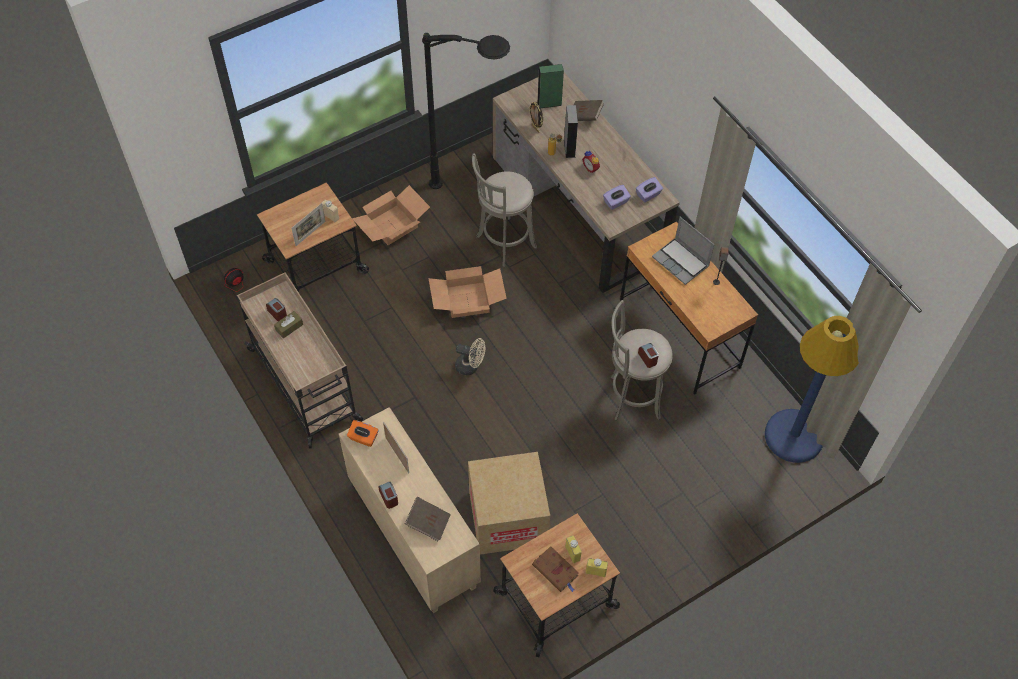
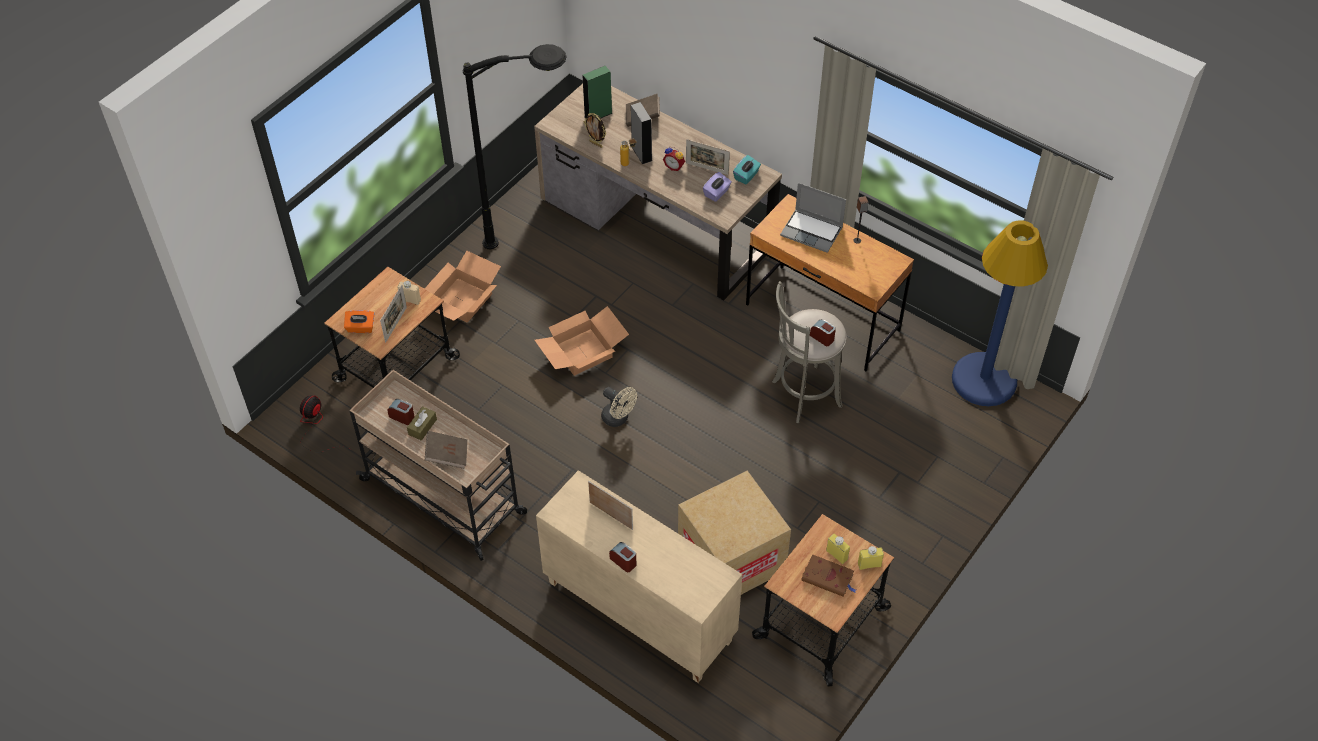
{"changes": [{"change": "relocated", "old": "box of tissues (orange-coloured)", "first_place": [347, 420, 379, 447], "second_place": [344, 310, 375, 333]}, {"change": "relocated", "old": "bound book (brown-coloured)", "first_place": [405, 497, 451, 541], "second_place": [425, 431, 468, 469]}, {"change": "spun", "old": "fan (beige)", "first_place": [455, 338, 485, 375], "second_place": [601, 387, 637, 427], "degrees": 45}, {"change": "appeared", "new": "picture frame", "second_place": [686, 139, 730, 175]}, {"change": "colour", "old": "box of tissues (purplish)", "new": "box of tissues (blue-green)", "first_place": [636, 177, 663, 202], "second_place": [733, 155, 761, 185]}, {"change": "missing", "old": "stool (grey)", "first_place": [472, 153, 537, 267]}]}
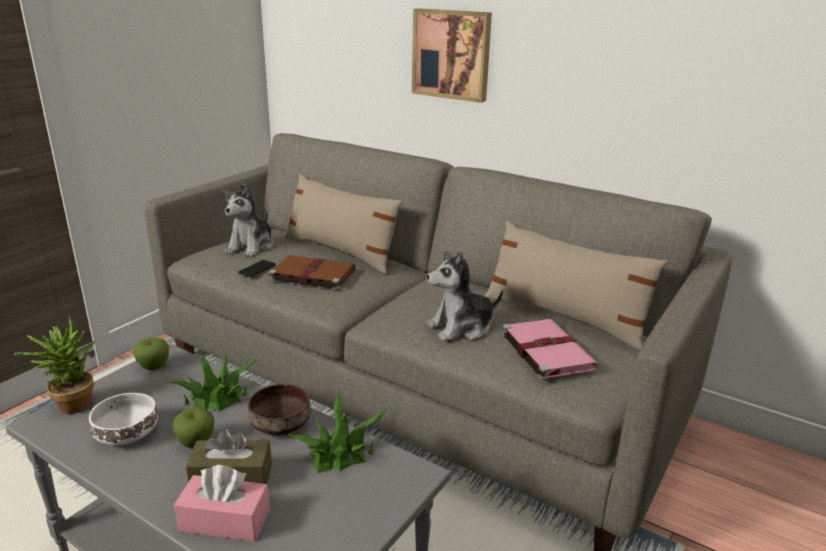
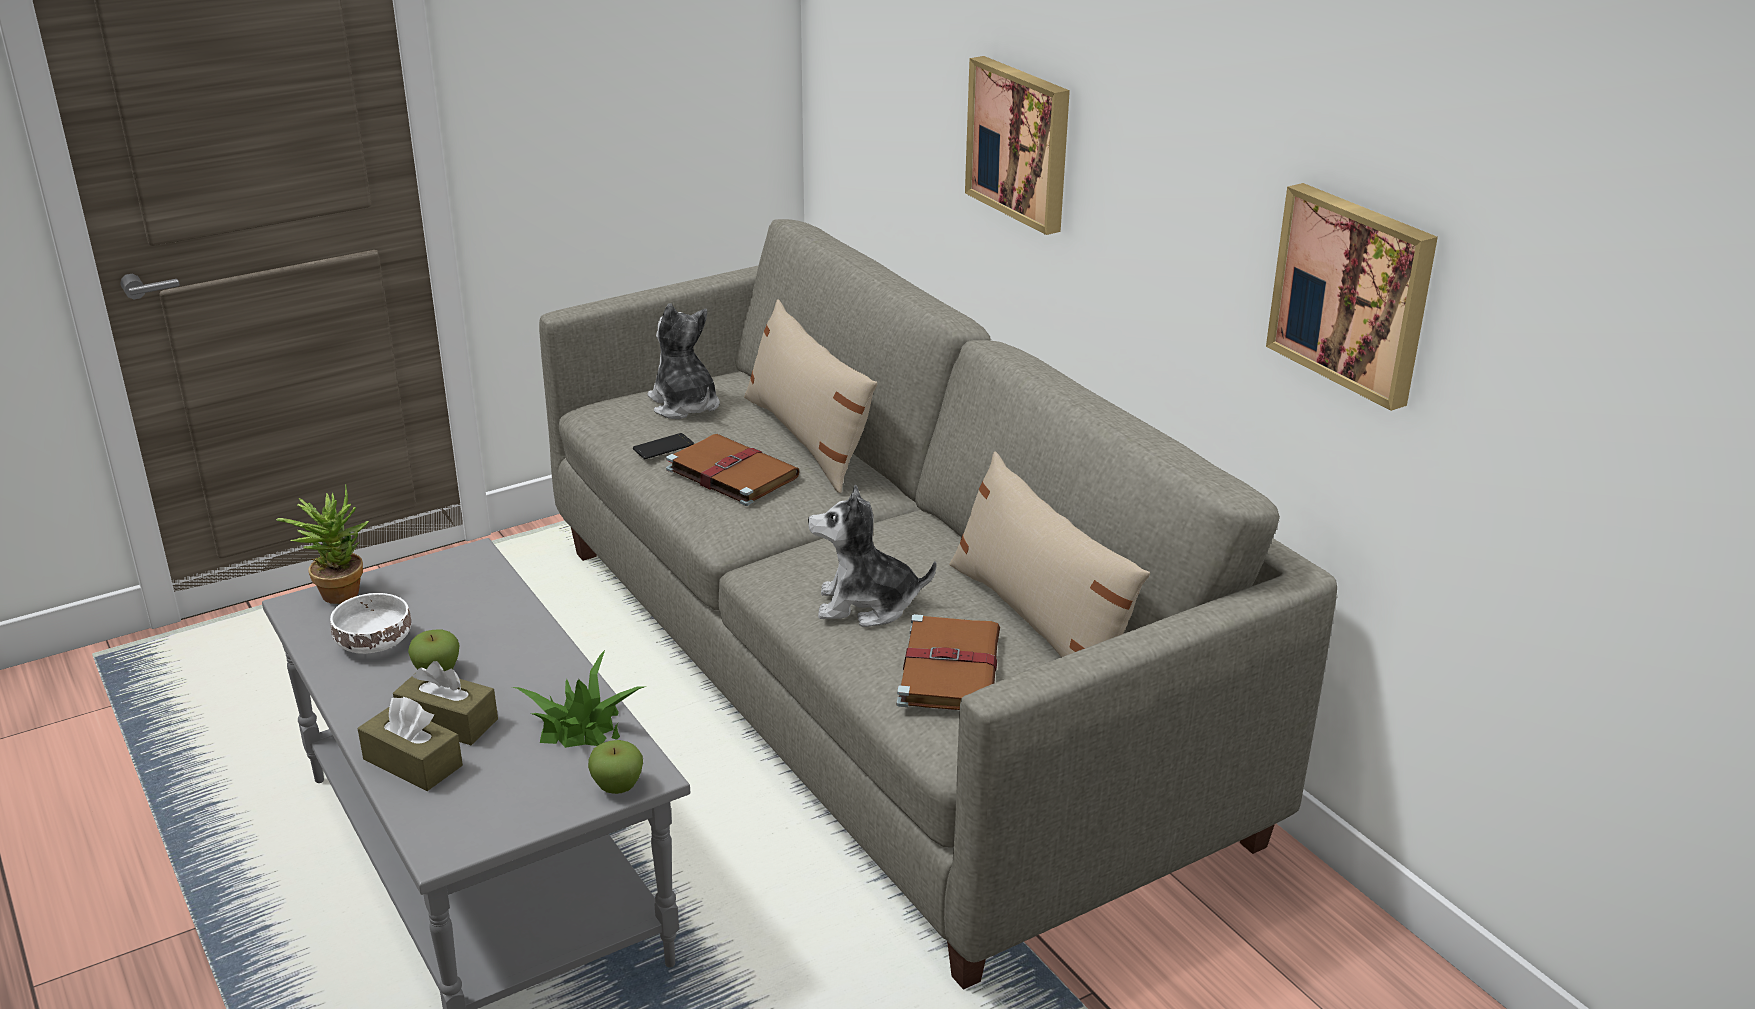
{"changes": [{"change": "colour", "old": "box of tissues (pink-coloured)", "new": "box of tissues (brown-coloured)", "first_place": [174, 465, 270, 541], "second_place": [358, 697, 463, 791]}, {"change": "relocated", "old": "whole apple", "first_place": [133, 338, 169, 371], "second_place": [588, 740, 643, 794]}, {"change": "spun", "old": "soft toy", "first_place": [223, 184, 274, 257], "second_place": [648, 303, 720, 419], "degrees": 105}, {"change": "colour", "old": "bound book (pink-coloured)", "new": "bound book (brown-coloured)", "first_place": [501, 319, 598, 381], "second_place": [897, 614, 1000, 710]}, {"change": "appeared", "new": "picture", "second_place": [1266, 183, 1438, 411]}, {"change": "missing", "old": "plant in a pot", "first_place": [165, 352, 258, 412]}, {"change": "missing", "old": "serving bowl (brown-coloured)", "first_place": [248, 384, 311, 435]}]}
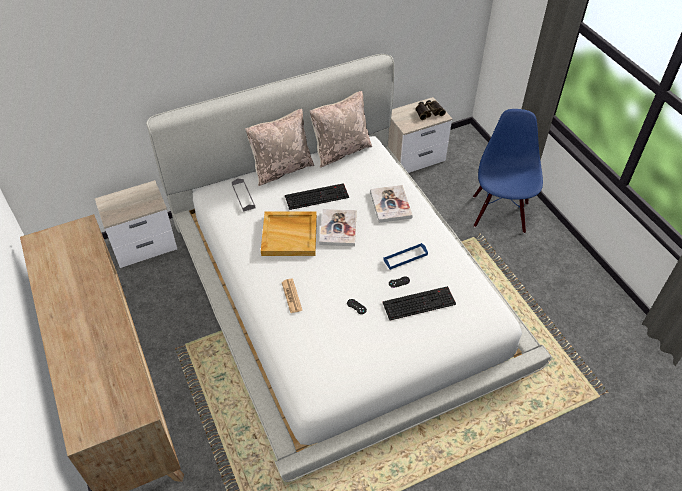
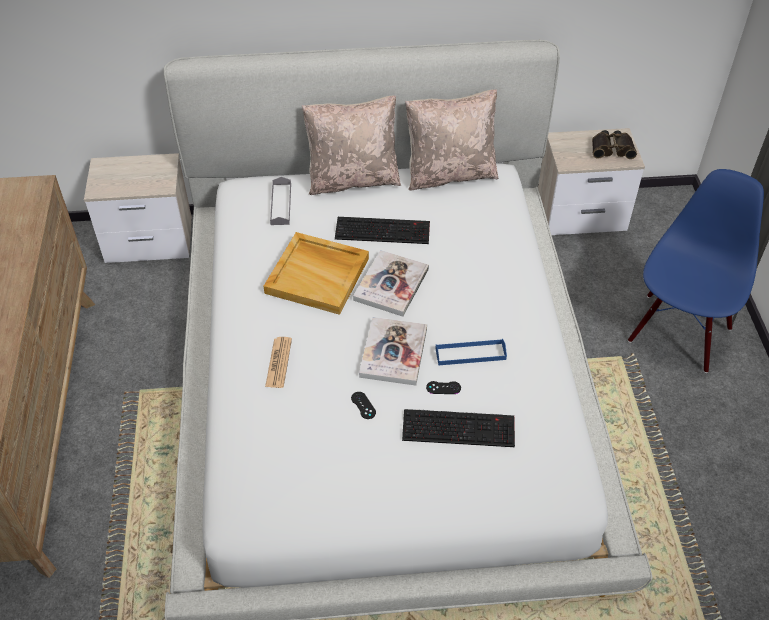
{"changes": [{"change": "relocated", "old": "bound book", "first_place": [370, 185, 413, 223], "second_place": [359, 317, 427, 386]}]}
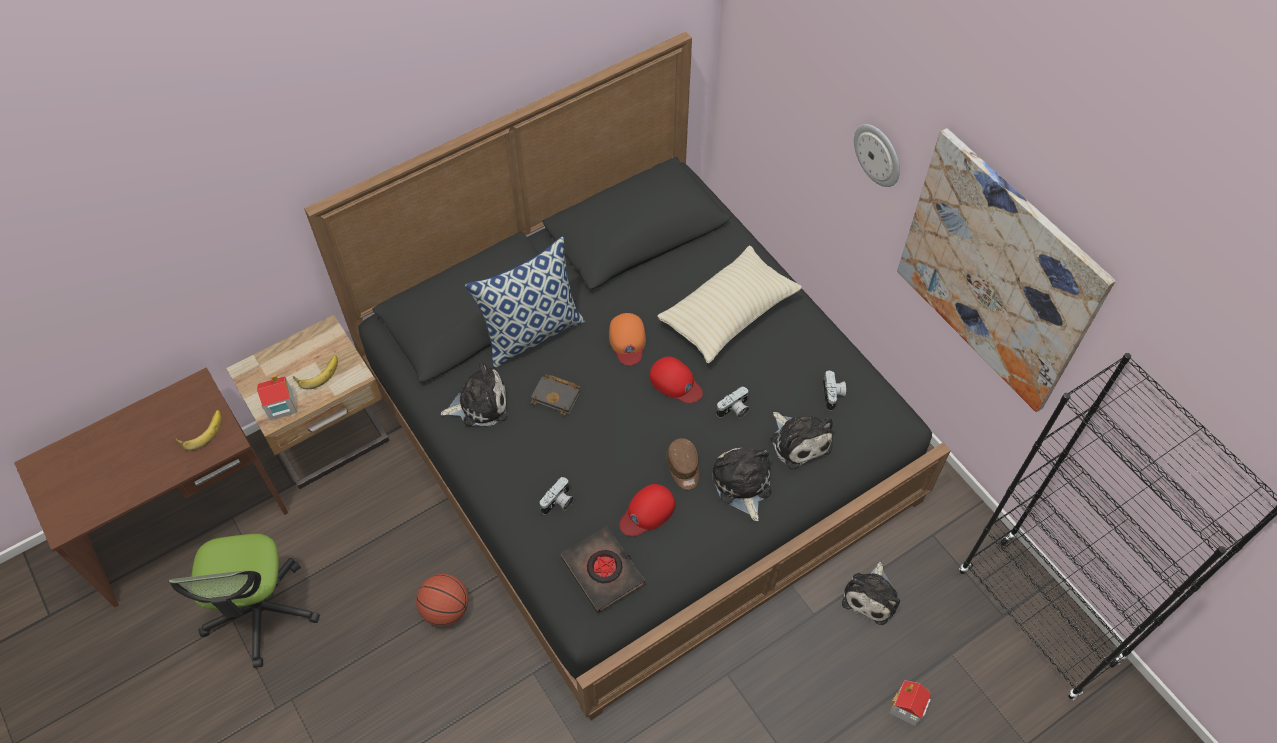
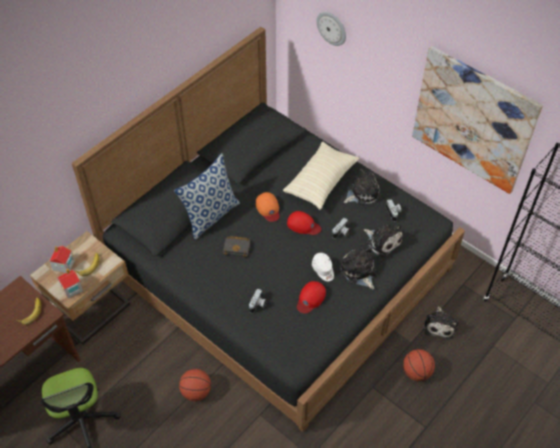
{"changes": [{"change": "relocated", "old": "miniature house", "first_place": [889, 680, 931, 726], "second_place": [49, 246, 75, 273]}, {"change": "colour", "old": "baseball cap (brown-coloured)", "new": "baseball cap (whitish)", "first_place": [666, 438, 699, 490], "second_place": [312, 253, 334, 281]}, {"change": "relocated", "old": "clock on the wall", "first_place": [854, 124, 900, 187], "second_place": [316, 12, 346, 46]}, {"change": "relocated", "old": "soft toy", "first_place": [441, 361, 507, 426], "second_place": [344, 168, 381, 205]}, {"change": "appeared", "new": "ball for basketball", "second_place": [403, 349, 435, 381]}, {"change": "missing", "old": "bound book (black-coloured)", "first_place": [561, 526, 645, 613]}]}
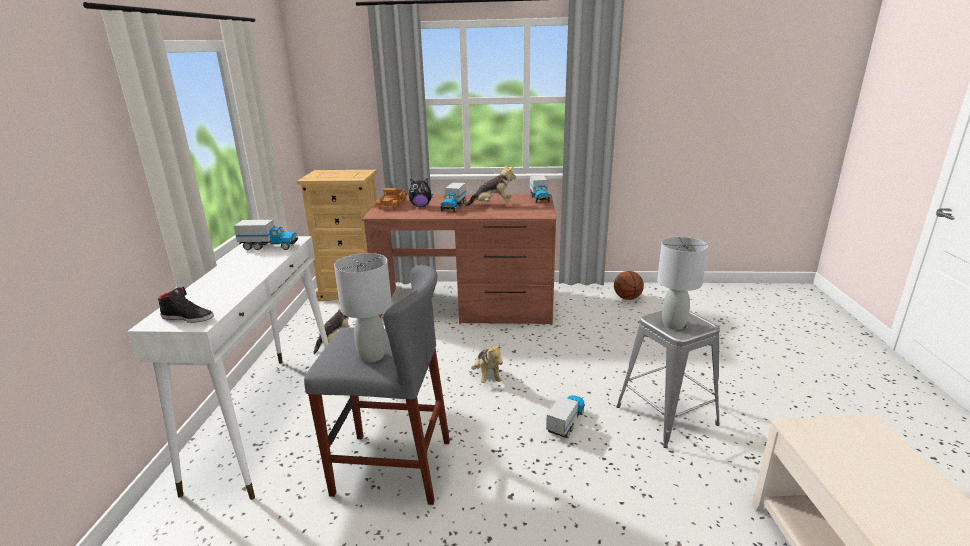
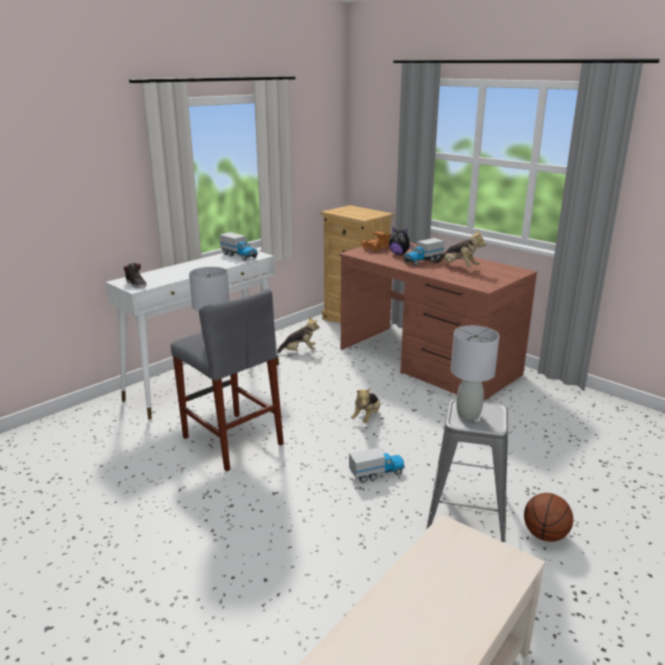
{"changes": [{"change": "relocated", "old": "ball for basketball", "first_place": [614, 271, 644, 300], "second_place": [524, 493, 573, 542]}, {"change": "missing", "old": "model truck", "first_place": [530, 175, 550, 203]}]}
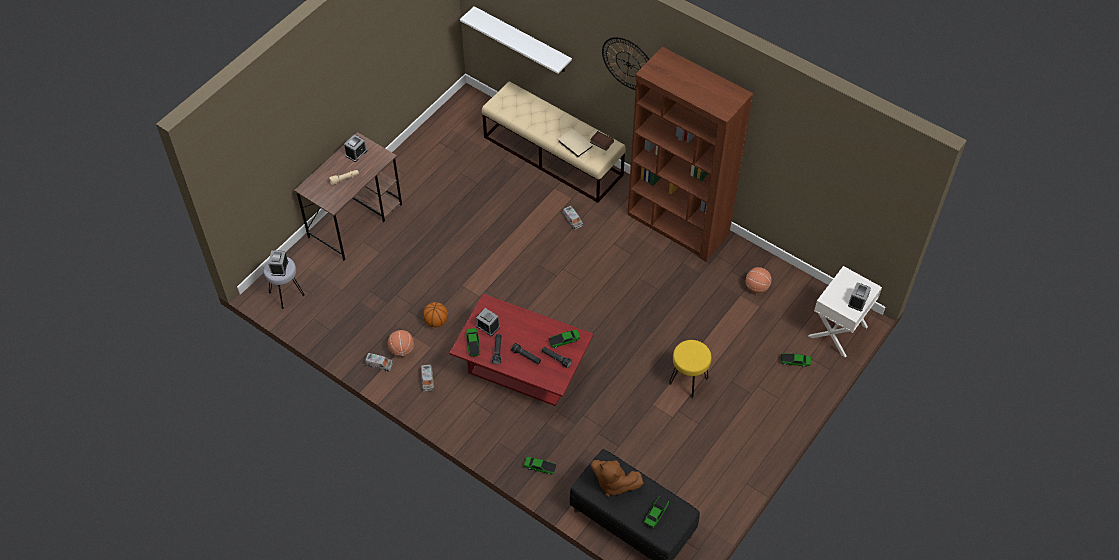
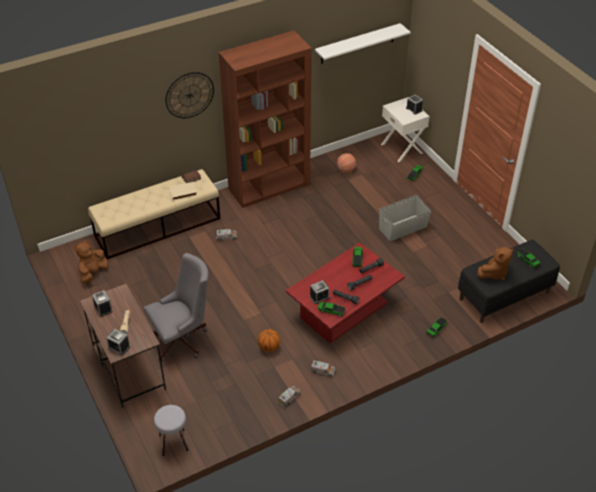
{"changes": [{"change": "appeared", "new": "soft toy (brown-coloured)", "second_place": [74, 240, 109, 283]}, {"change": "relocated", "old": "table clock", "first_place": [268, 250, 288, 276], "second_place": [106, 329, 130, 355]}, {"change": "appeared", "new": "desk chair (grey)", "second_place": [144, 253, 209, 361]}, {"change": "relocated", "old": "shelf (whitish)", "first_place": [460, 6, 572, 74], "second_place": [315, 23, 411, 64]}, {"change": "exchanged", "old": "stool (yellow)", "new": "storage box (grey)", "first_place": [669, 340, 712, 398], "second_place": [379, 195, 431, 242]}, {"change": "missing", "old": "ball for basketball", "first_place": [388, 330, 414, 357]}]}
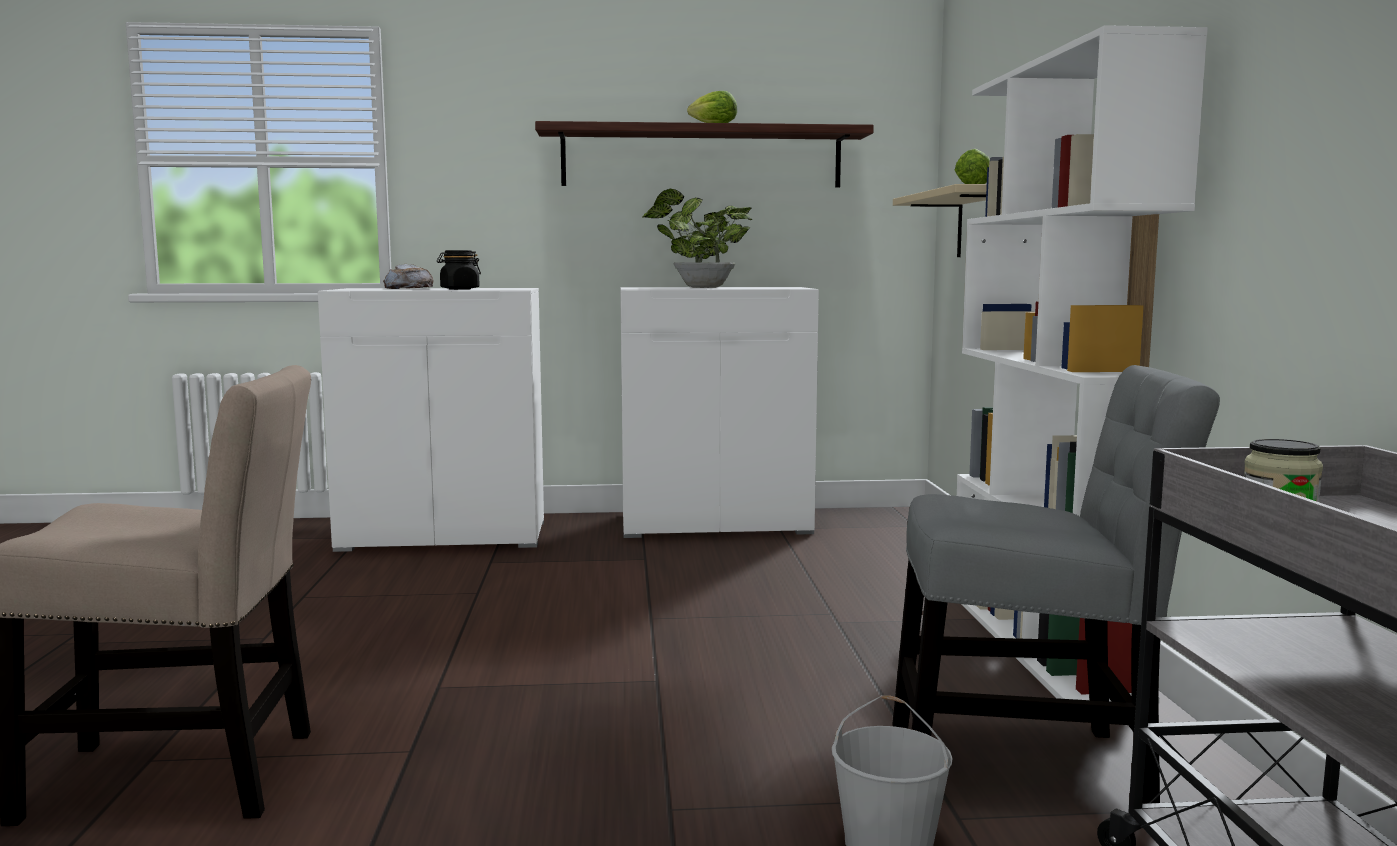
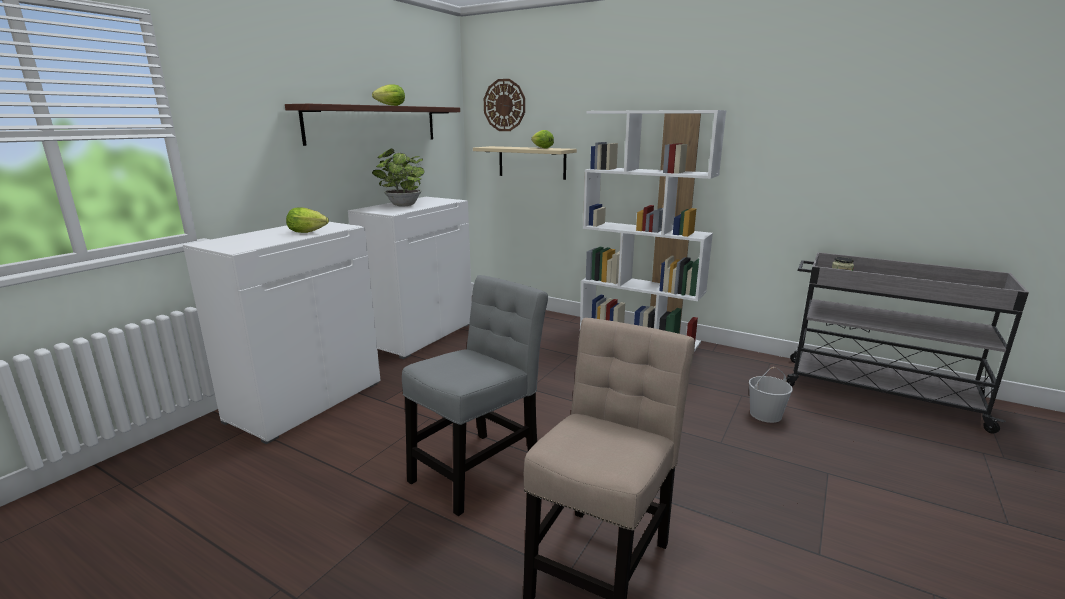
{"changes": [{"change": "exchanged", "old": "preserve jar (black-coloured)", "new": "head of lettuce", "first_place": [437, 250, 481, 290], "second_place": [286, 208, 329, 233]}, {"change": "relocated", "old": "chair (grey)", "first_place": [892, 365, 1220, 804], "second_place": [402, 275, 548, 516]}, {"change": "appeared", "new": "clock on the wall", "second_place": [484, 79, 525, 131]}, {"change": "missing", "old": "bakery bread", "first_place": [383, 264, 434, 289]}]}
